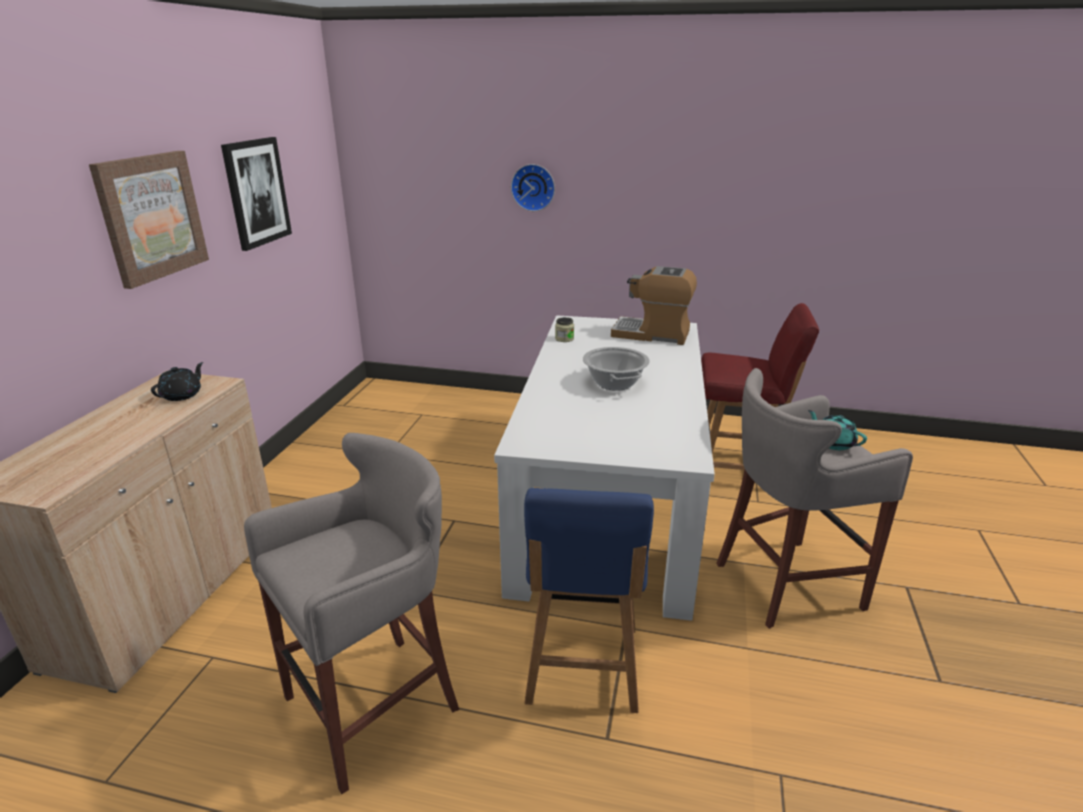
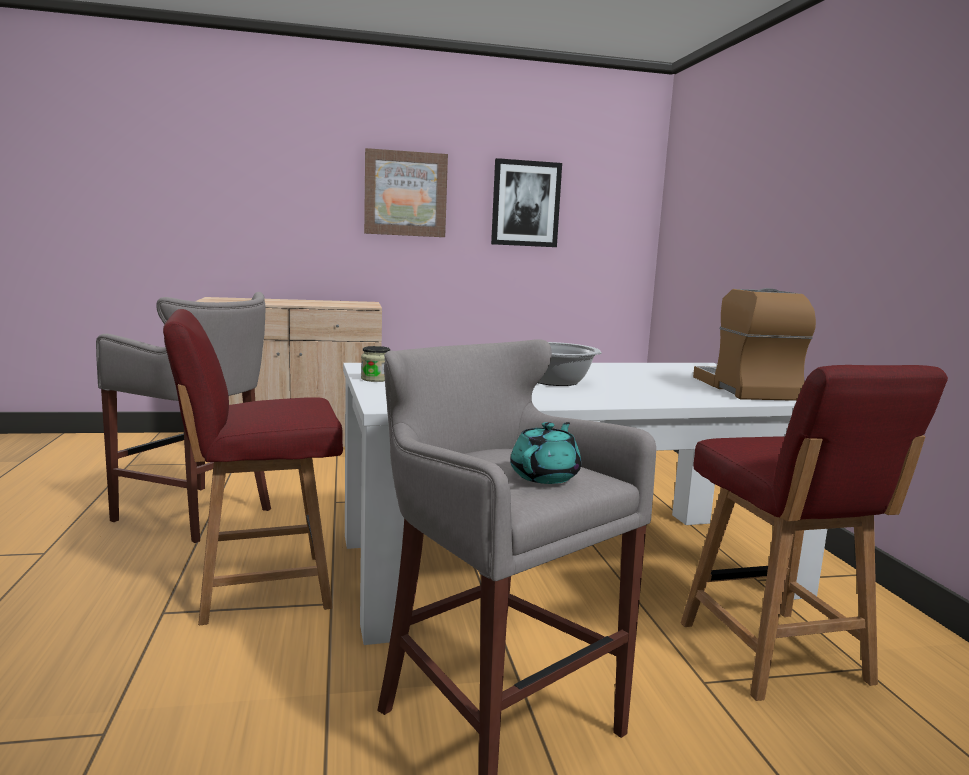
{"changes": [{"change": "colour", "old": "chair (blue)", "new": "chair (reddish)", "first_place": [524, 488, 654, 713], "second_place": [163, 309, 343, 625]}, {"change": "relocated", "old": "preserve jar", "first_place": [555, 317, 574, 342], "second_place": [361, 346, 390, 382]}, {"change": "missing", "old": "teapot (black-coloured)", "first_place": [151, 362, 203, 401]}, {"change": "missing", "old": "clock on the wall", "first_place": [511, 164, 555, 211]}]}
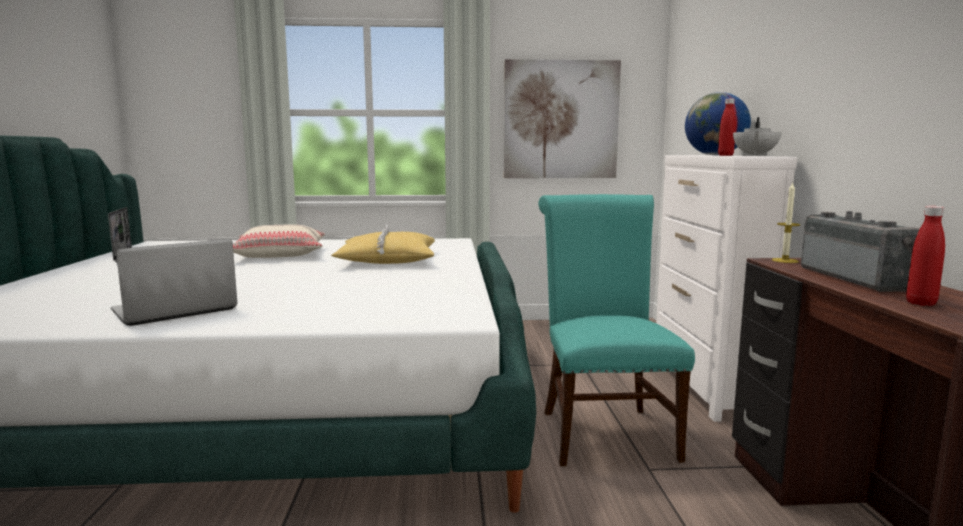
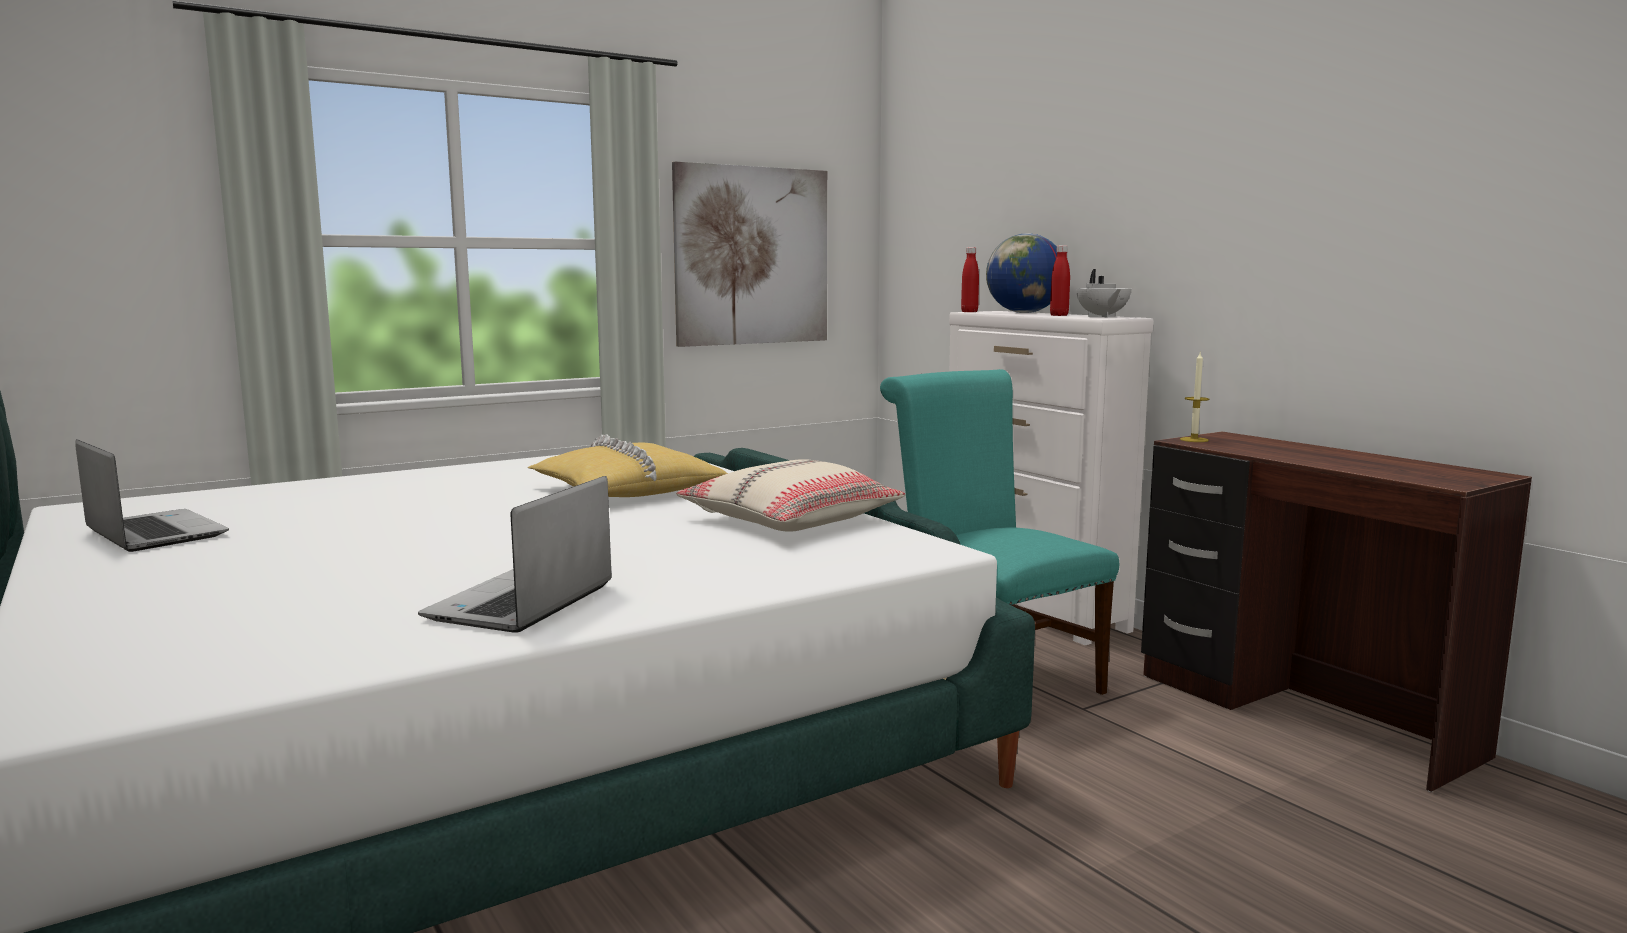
{"changes": [{"change": "relocated", "old": "pillow (beige)", "first_place": [233, 224, 325, 258], "second_place": [676, 459, 905, 532]}, {"change": "relocated", "old": "bottle (reddish)", "first_place": [906, 206, 945, 306], "second_place": [961, 247, 979, 312]}, {"change": "missing", "old": "radio", "first_place": [801, 211, 920, 292]}]}
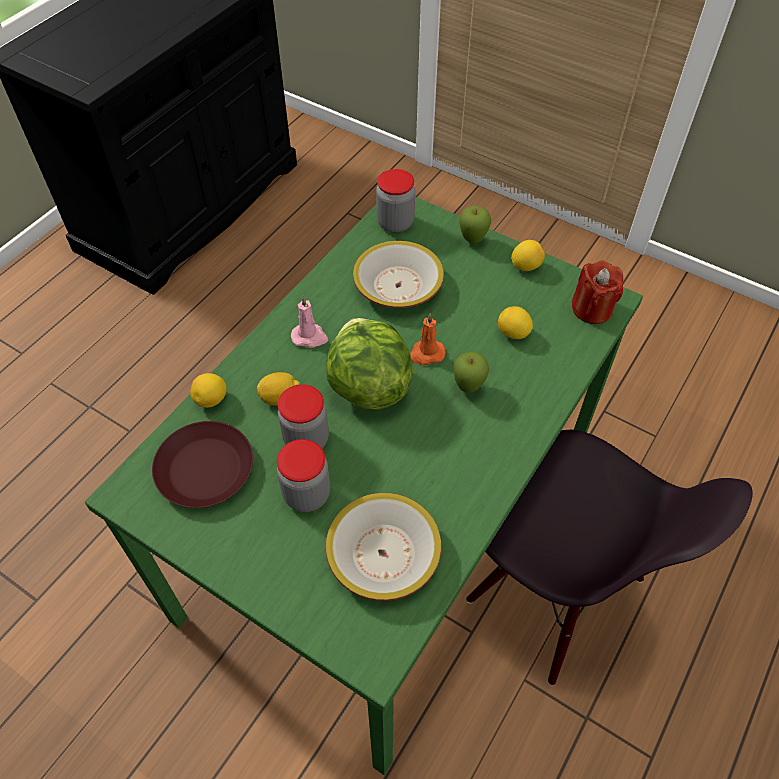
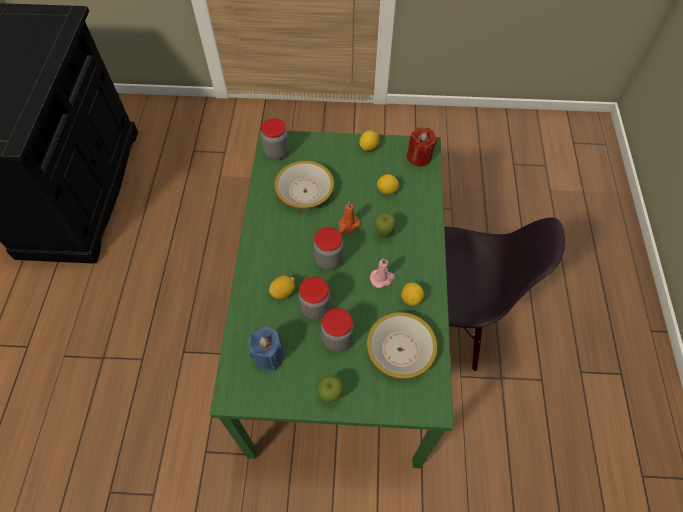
{"changes": [{"change": "exchanged", "old": "plate (brown-coloured)", "new": "candle (blue)", "first_place": [152, 421, 253, 508], "second_place": [248, 326, 284, 370]}, {"change": "exchanged", "old": "head of lettuce", "new": "preserve jar", "first_place": [326, 318, 413, 409], "second_place": [314, 227, 343, 270]}, {"change": "relocated", "old": "whole apple", "first_place": [459, 206, 491, 244], "second_place": [317, 375, 344, 402]}, {"change": "relocated", "old": "candle (pink-coloured)", "first_place": [291, 296, 328, 348], "second_place": [370, 258, 395, 288]}, {"change": "relocated", "old": "whole lemon", "first_place": [190, 373, 226, 408], "second_place": [401, 282, 424, 306]}]}
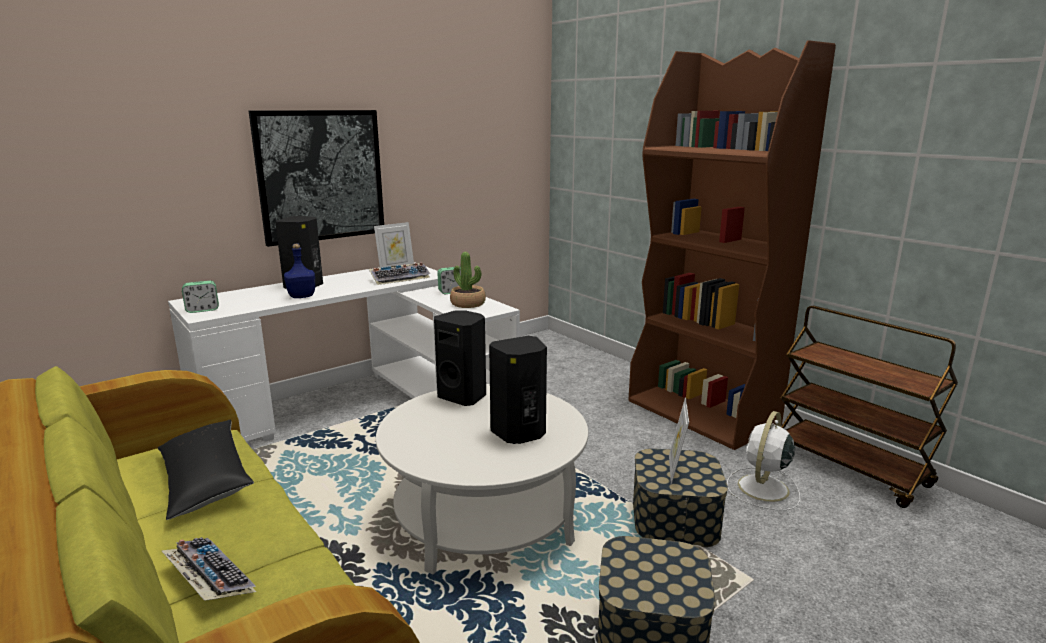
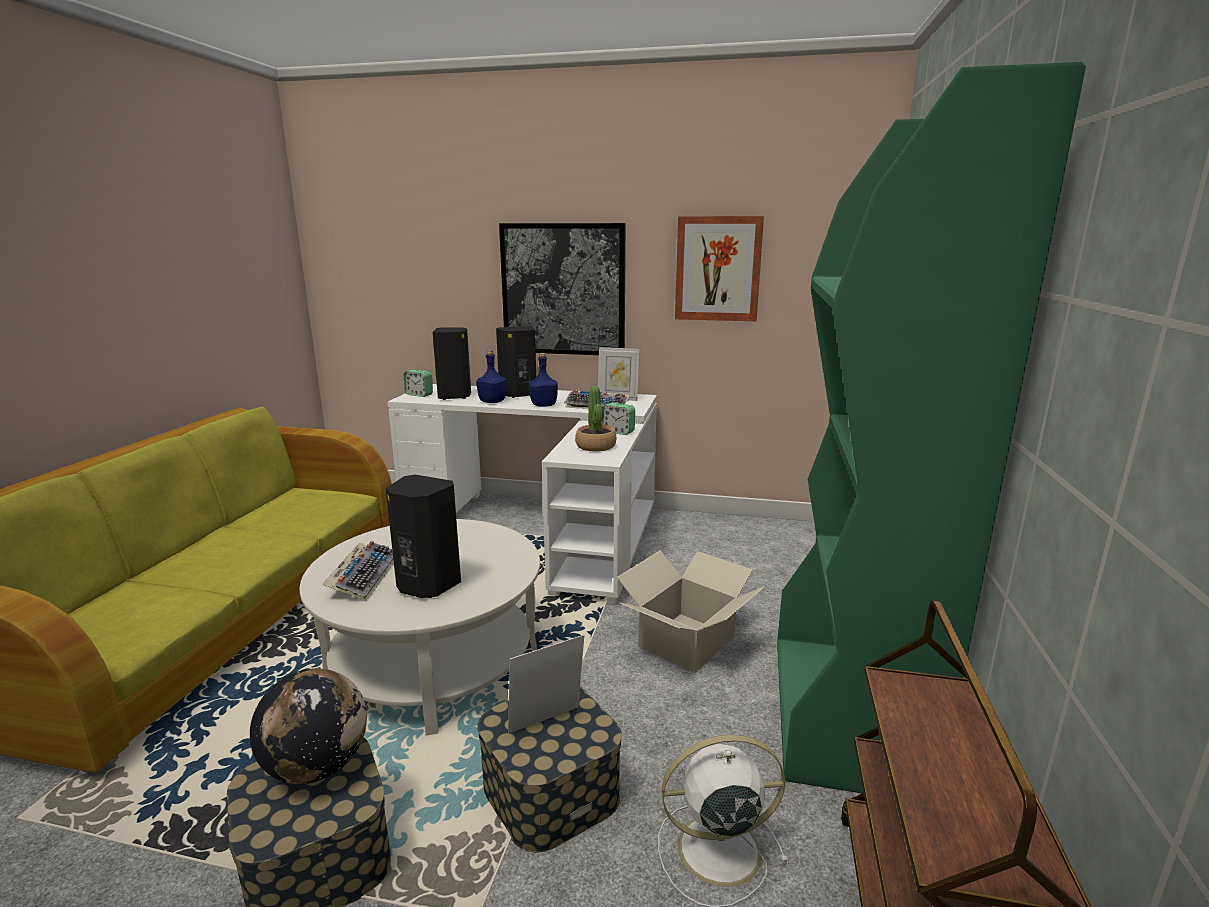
{"changes": [{"change": "appeared", "new": "world globe", "second_place": [250, 668, 367, 784]}, {"change": "relocated", "old": "PC keyboard", "first_place": [162, 537, 256, 601], "second_place": [322, 541, 394, 601]}, {"change": "relocated", "old": "audio speaker (black-coloured)", "first_place": [434, 311, 486, 406], "second_place": [433, 327, 471, 400]}, {"change": "appeared", "new": "bottle (blue)", "second_place": [529, 353, 558, 407]}, {"change": "appeared", "new": "packing box", "second_place": [617, 551, 764, 673]}, {"change": "appeared", "new": "picture", "second_place": [675, 216, 764, 321]}, {"change": "colour", "old": "bookshelf (brown-coloured)", "new": "bookshelf (green)", "first_place": [628, 40, 836, 450], "second_place": [777, 62, 1086, 793]}, {"change": "missing", "old": "pillow (black-coloured)", "first_place": [158, 420, 254, 520]}]}
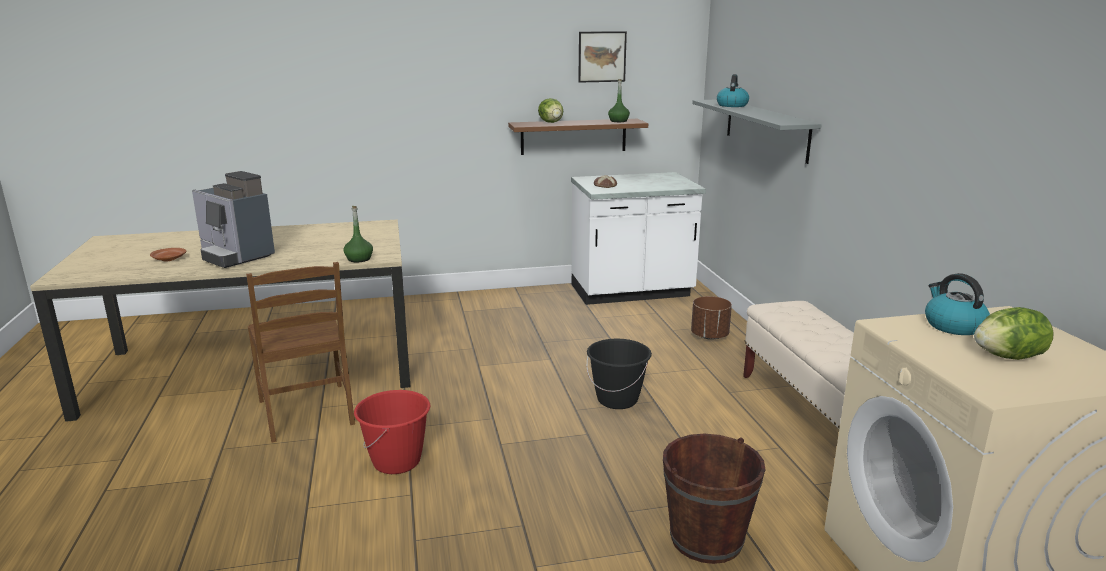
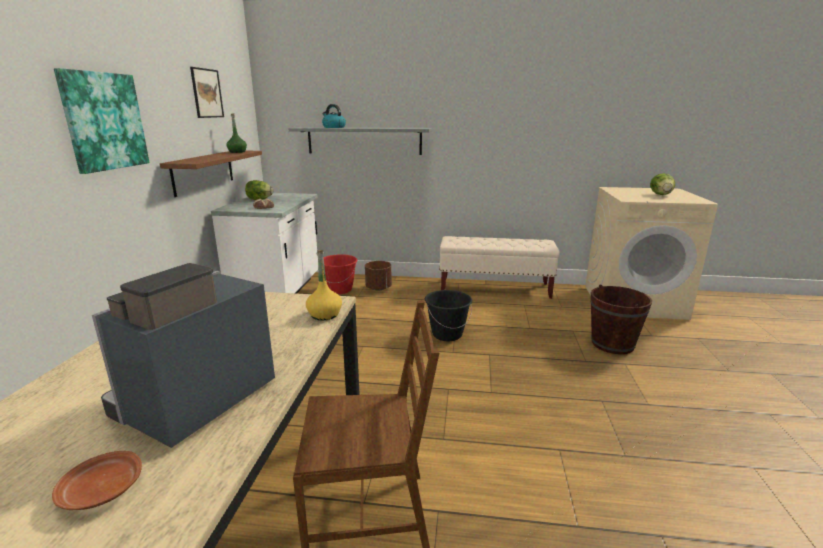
{"changes": [{"change": "appeared", "new": "picture", "second_place": [54, 68, 150, 174]}, {"change": "spun", "old": "coffee brewer", "first_place": [192, 171, 275, 268], "second_place": [92, 263, 275, 448], "degrees": 150}, {"change": "relocated", "old": "head of lettuce", "first_place": [538, 98, 563, 123], "second_place": [245, 180, 273, 200]}, {"change": "colour", "old": "bottle (green)", "new": "bottle (yellow)", "first_place": [343, 206, 373, 262], "second_place": [306, 250, 342, 320]}, {"change": "relocated", "old": "pail (reddish)", "first_place": [354, 390, 431, 474], "second_place": [323, 254, 357, 294]}, {"change": "missing", "old": "tea kettle", "first_place": [925, 273, 990, 335]}]}
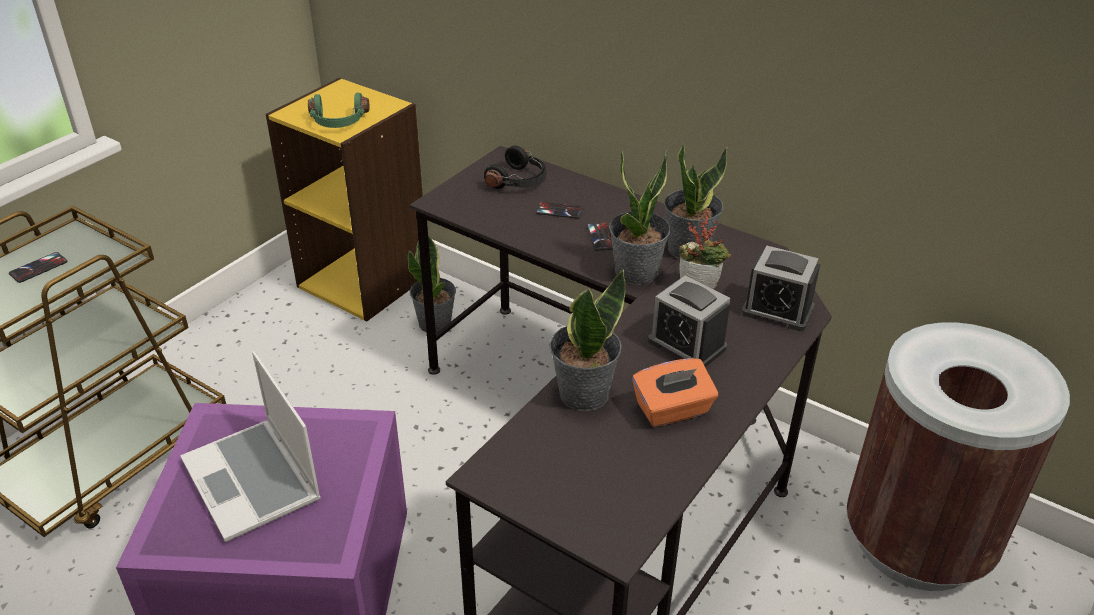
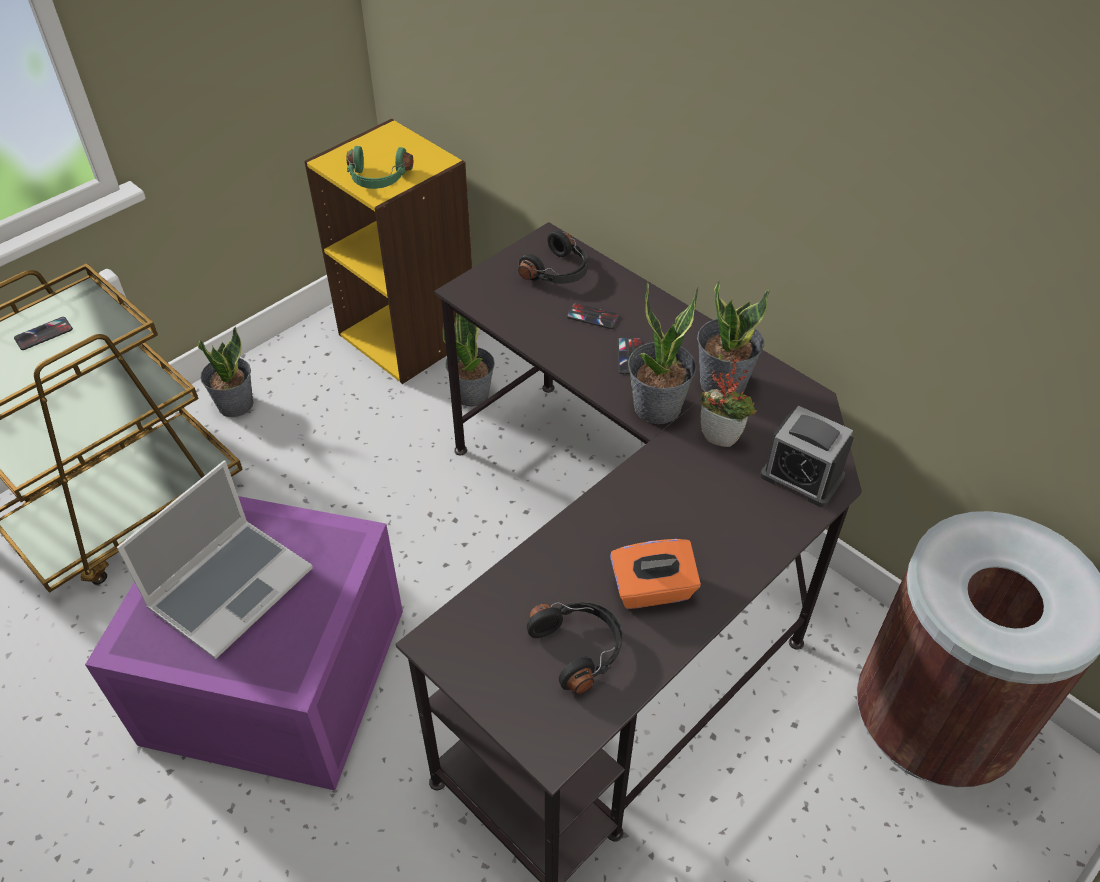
{"changes": [{"change": "spun", "old": "notebook computer", "first_place": [180, 351, 321, 542], "second_place": [117, 460, 313, 659], "degrees": -120}, {"change": "relocated", "old": "plant in a pot", "first_place": [550, 270, 625, 411], "second_place": [198, 327, 253, 417]}, {"change": "appeared", "new": "headset (black-coloured)", "second_place": [527, 602, 623, 694]}, {"change": "missing", "old": "table clock", "first_place": [648, 276, 730, 367]}]}
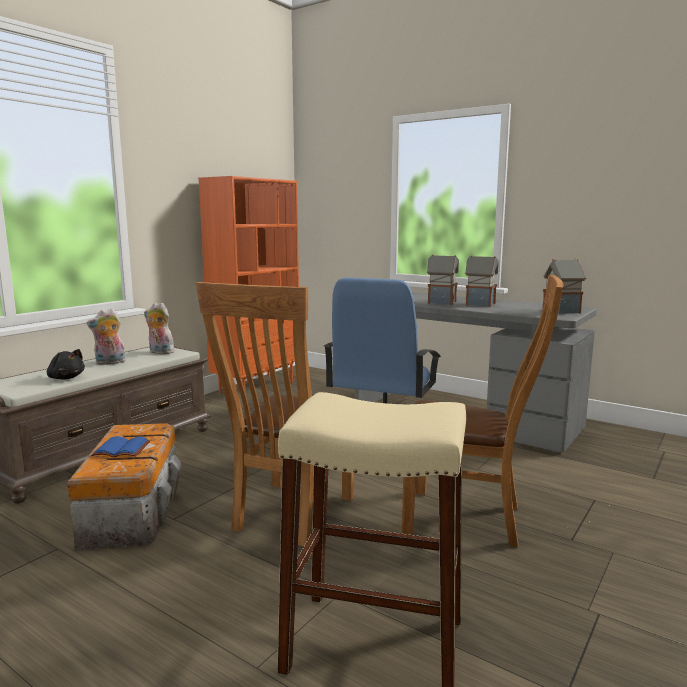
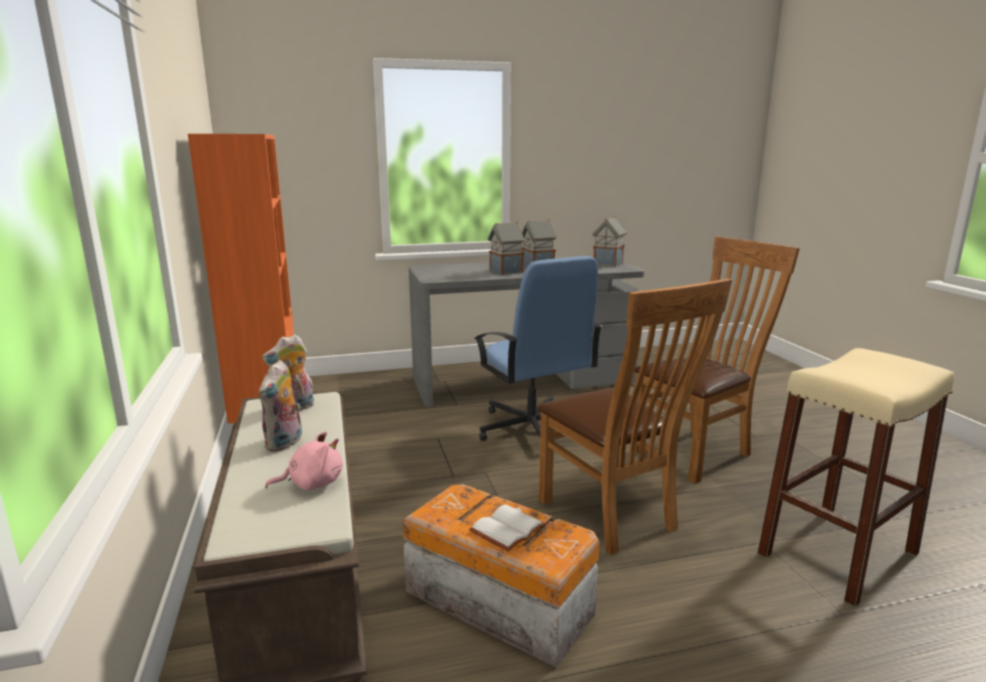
{"changes": [{"change": "colour", "old": "soft toy (black-coloured)", "new": "soft toy (pink-coloured)", "first_place": [47, 349, 85, 380], "second_place": [265, 431, 343, 491]}, {"change": "colour", "old": "bound book (blue)", "new": "bound book (whitish)", "first_place": [91, 436, 150, 458], "second_place": [469, 504, 546, 552]}]}
